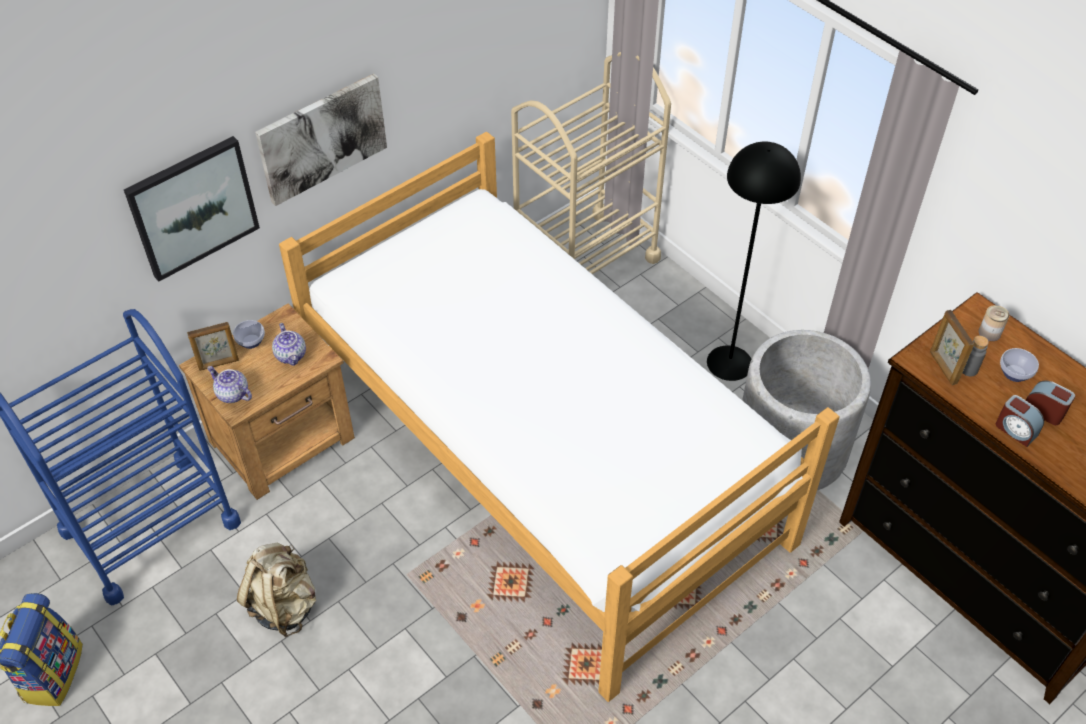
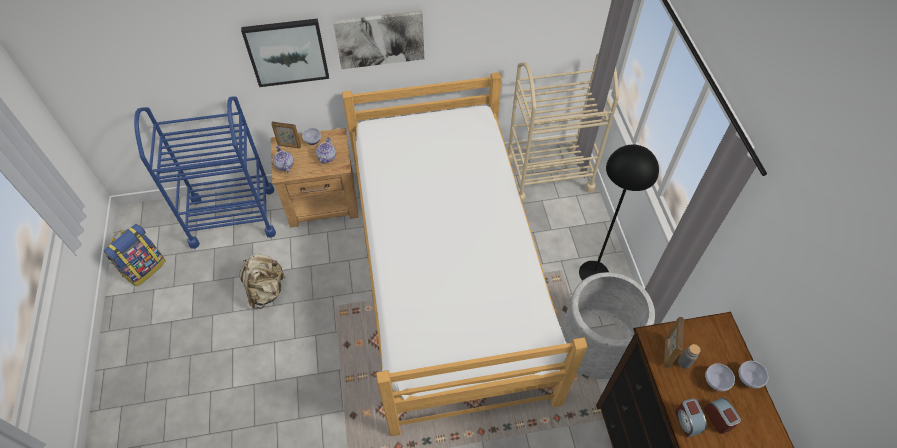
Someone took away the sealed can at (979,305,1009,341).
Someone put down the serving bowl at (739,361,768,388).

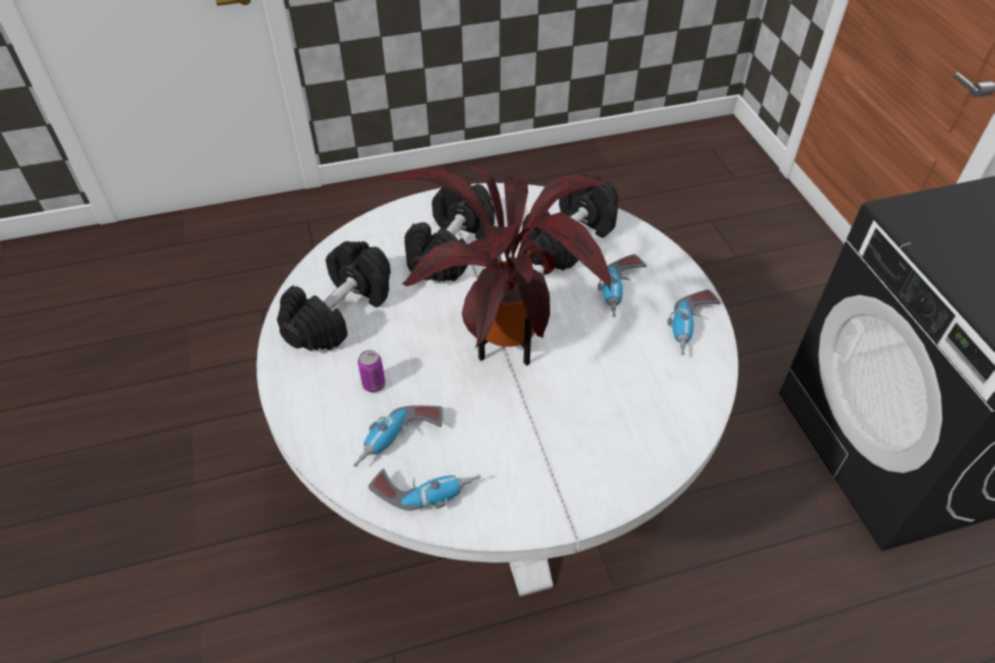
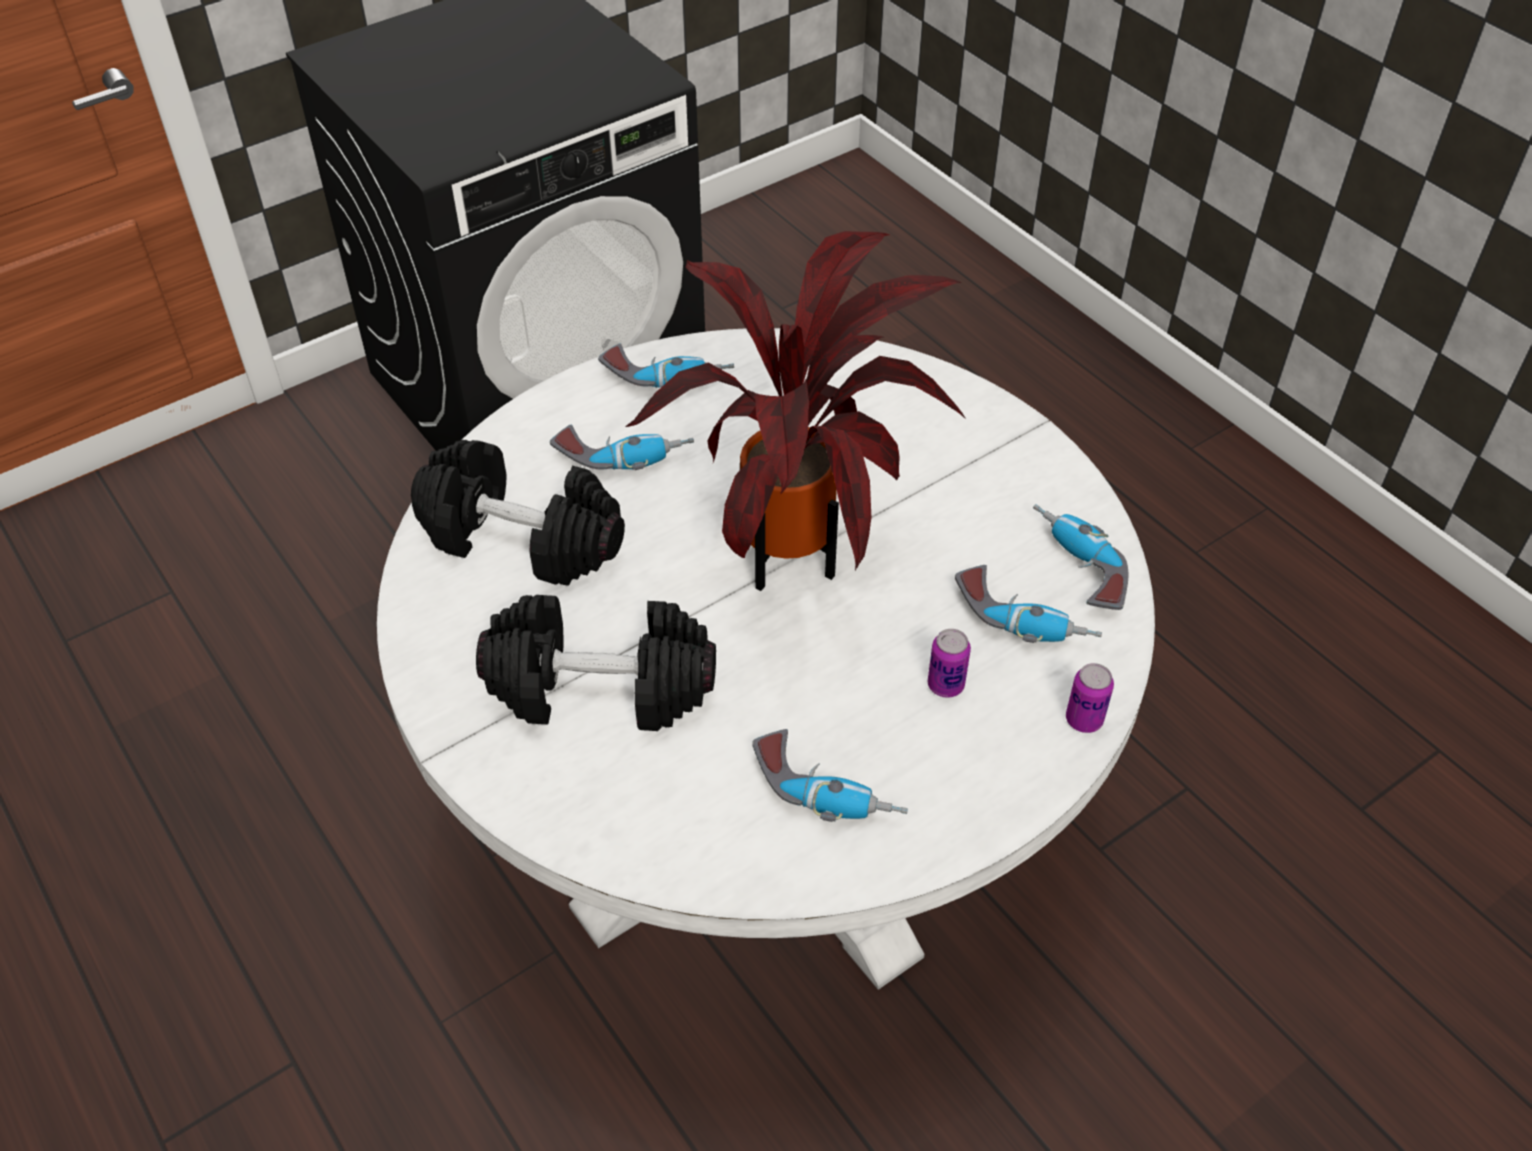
Someone put down the sealed can at (1066,663,1114,733).
Someone swapped the hand weight (black) at (277,241,391,351) for the drill at (752,729,908,822).

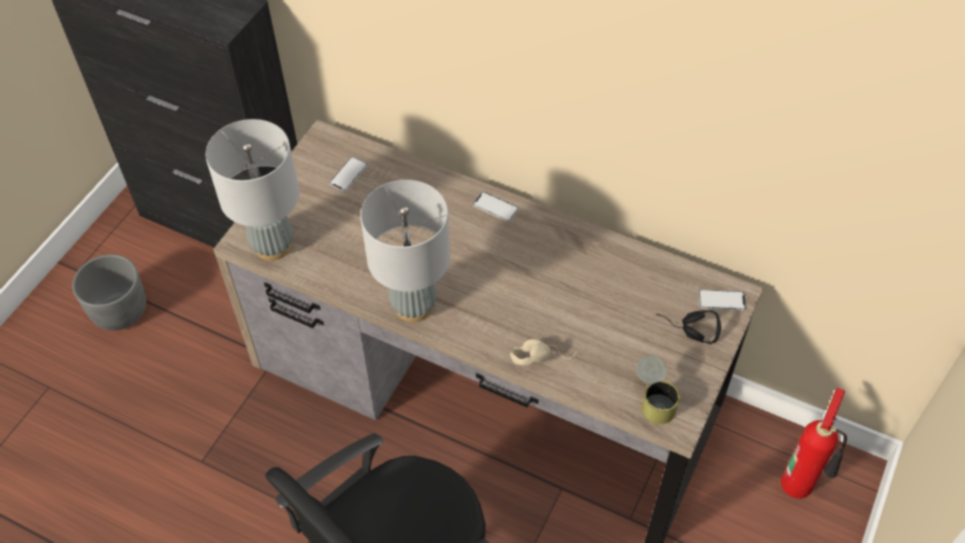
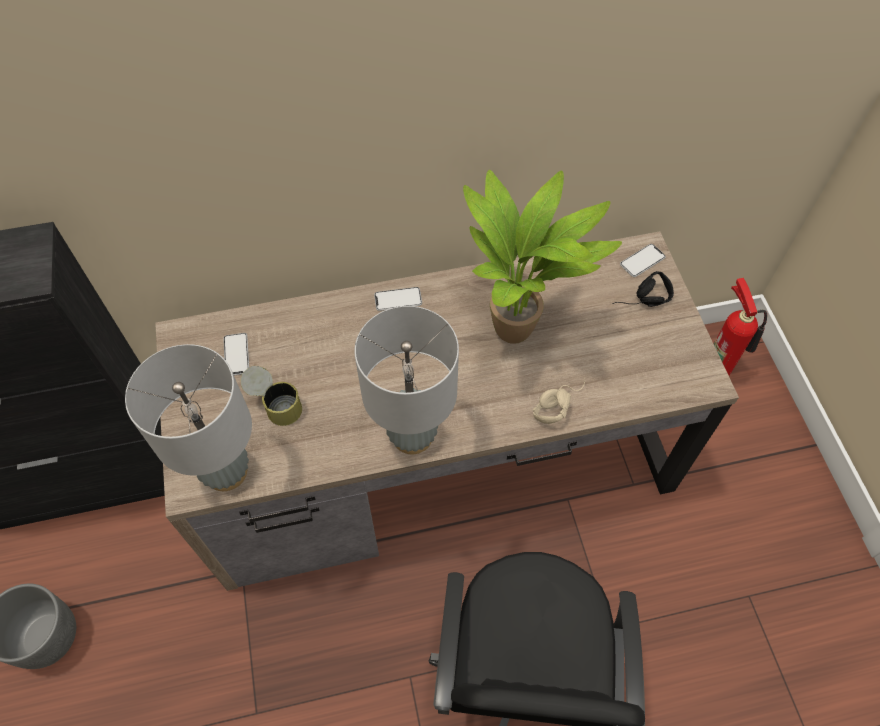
Someone put down the houseplant at (463,170,622,344).
Someone carried the sealed can from (636,355,680,424) to (240,366,302,426).

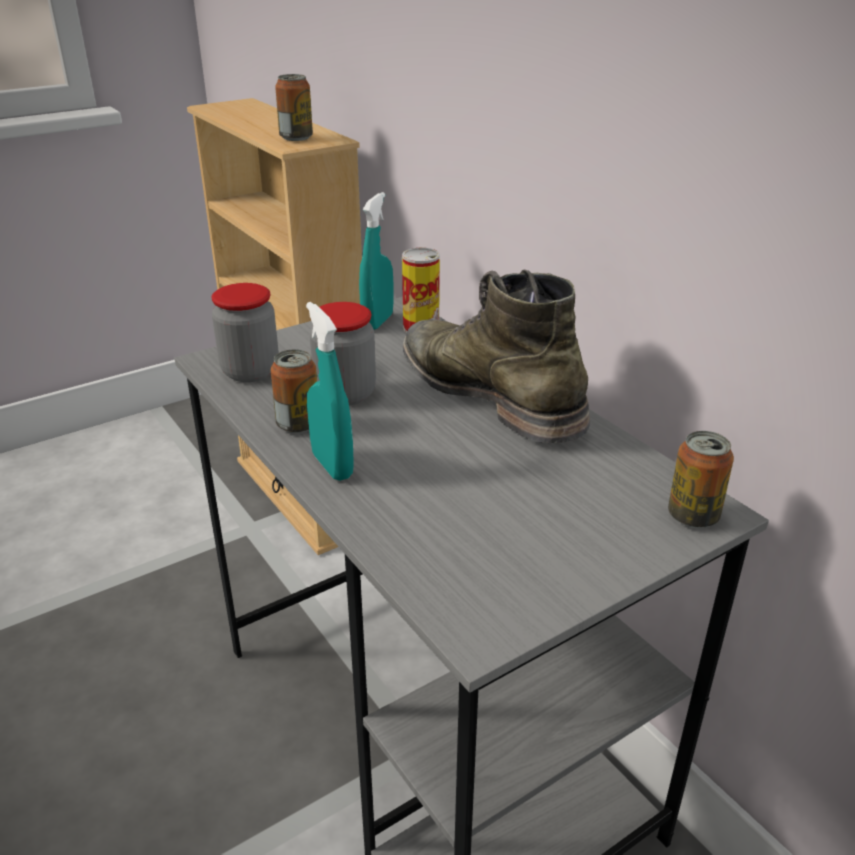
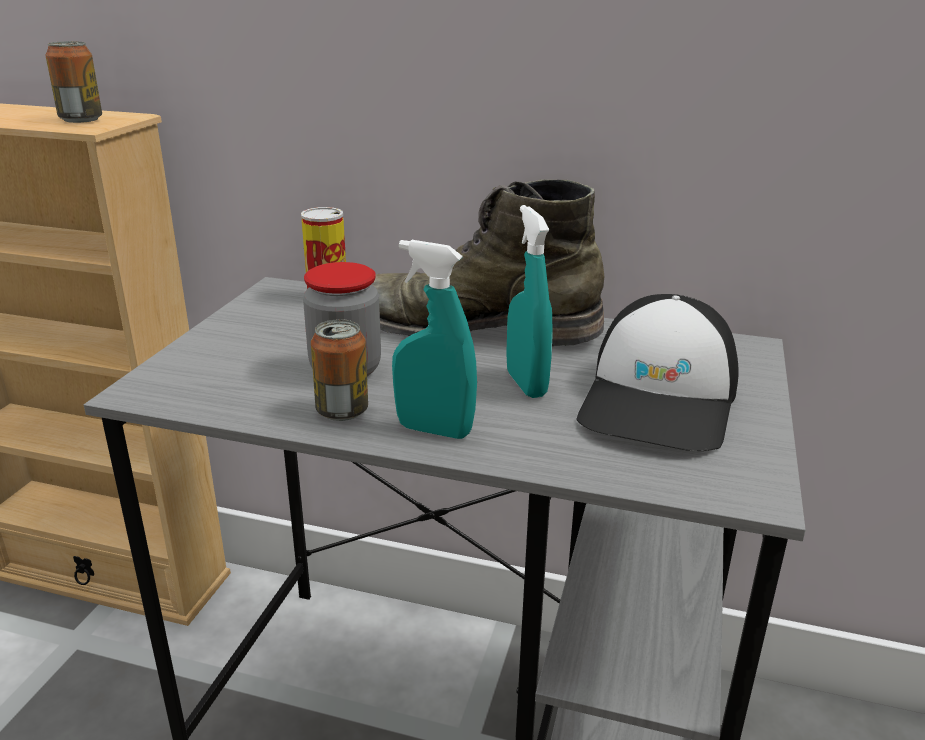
Someone took away the preserve jar at (211,283,279,382).
Someone took away the sealed can at (668,431,734,528).
Someone put down the cap at (576,294,739,451).
Someone carried the sprayer (turquoise) from (359,192,394,330) to (506,205,553,398).

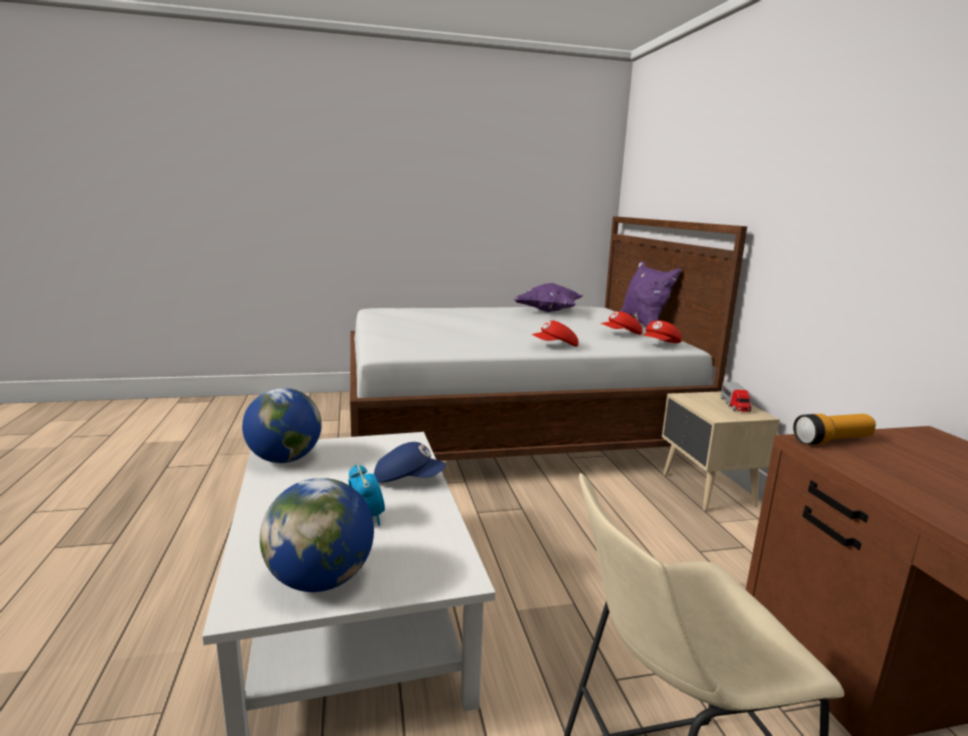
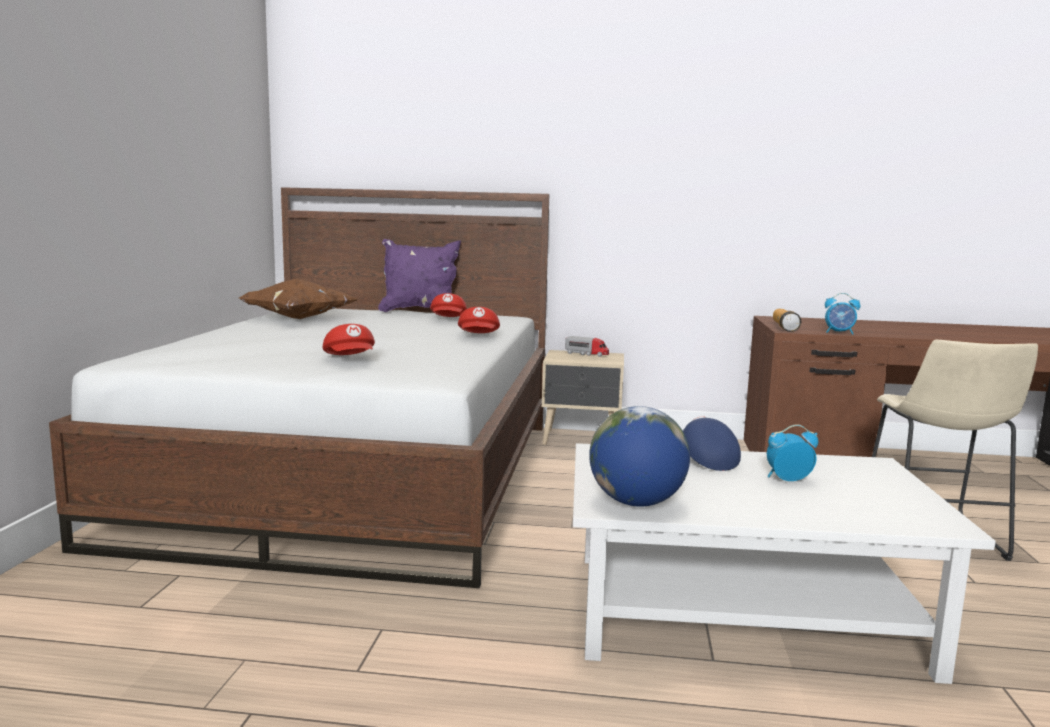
Someone took away the world globe at (260,478,374,592).
Someone put down the bedside clock at (825,293,860,335).
Someone carried the cap (red) from (642,320,682,343) to (322,324,375,355).
Someone repainted the pillow (purple) at (513,283,583,312), which became the pillow (brownish) at (239,278,358,319).
Someone rotated the cap (blue-coloured) at (374,442,446,483) by 45 degrees counterclockwise.

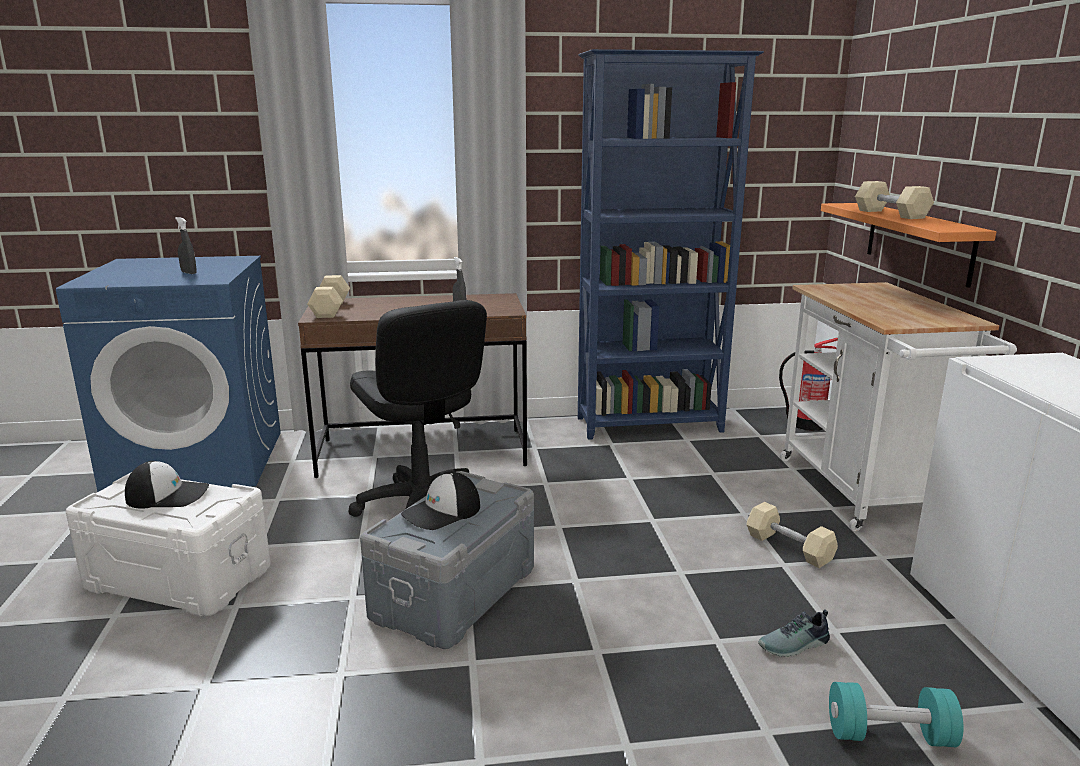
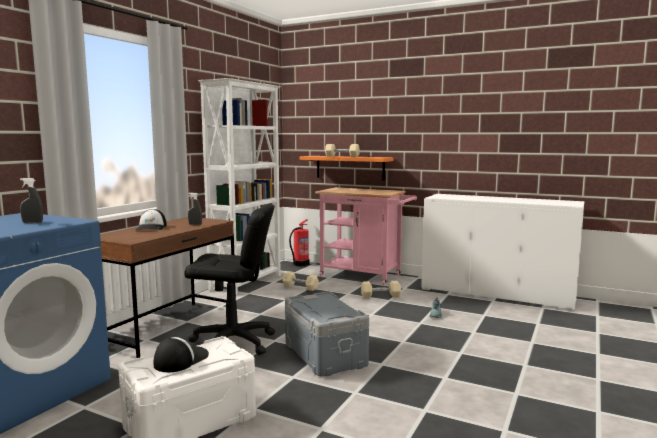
Someone took away the hand weight (turquoise) at (829,682,963,747).
Someone carried the hand weight (beige-coloured) from (307,275,350,318) to (282,271,319,291).
Someone carried the cap from (401,472,480,530) to (136,209,167,230).
Someone repainted the shelving unit (blue-coloured) at (578,49,764,440), which became the shelving unit (white) at (198,78,281,295).
Someone repainted the cart (white) at (780,282,1017,531), which became the cart (pink) at (315,187,417,286).

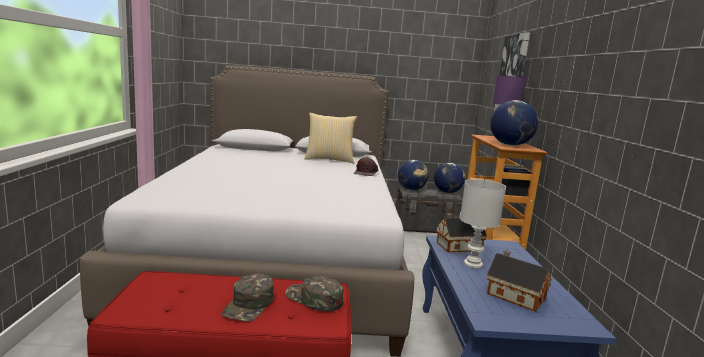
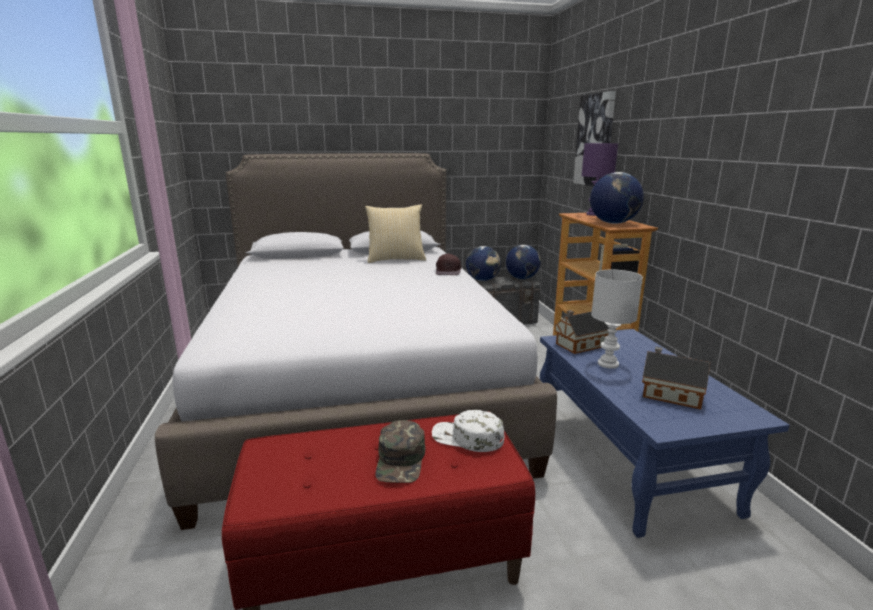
Someone repainted the cap (green) at (285,276,343,311), which became the cap (white) at (432,410,504,452).

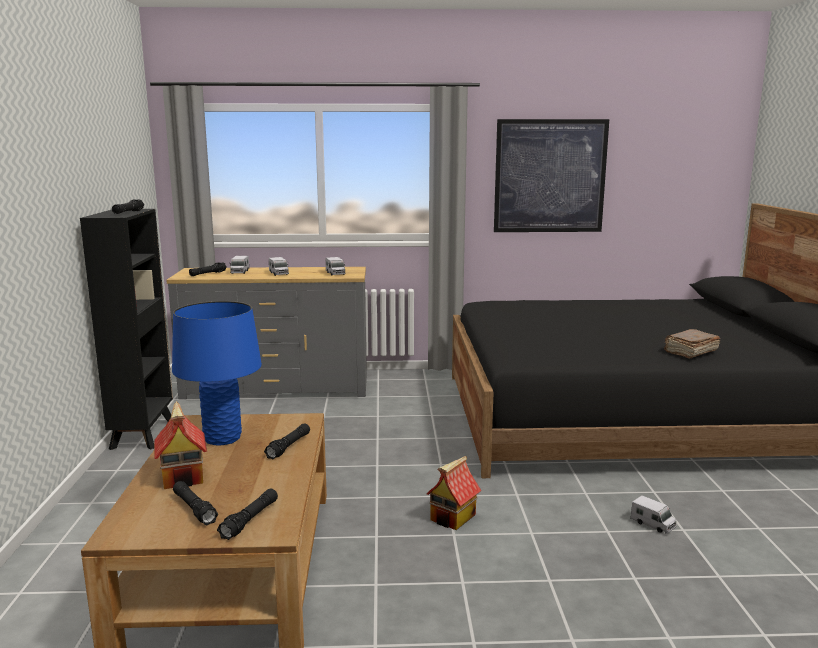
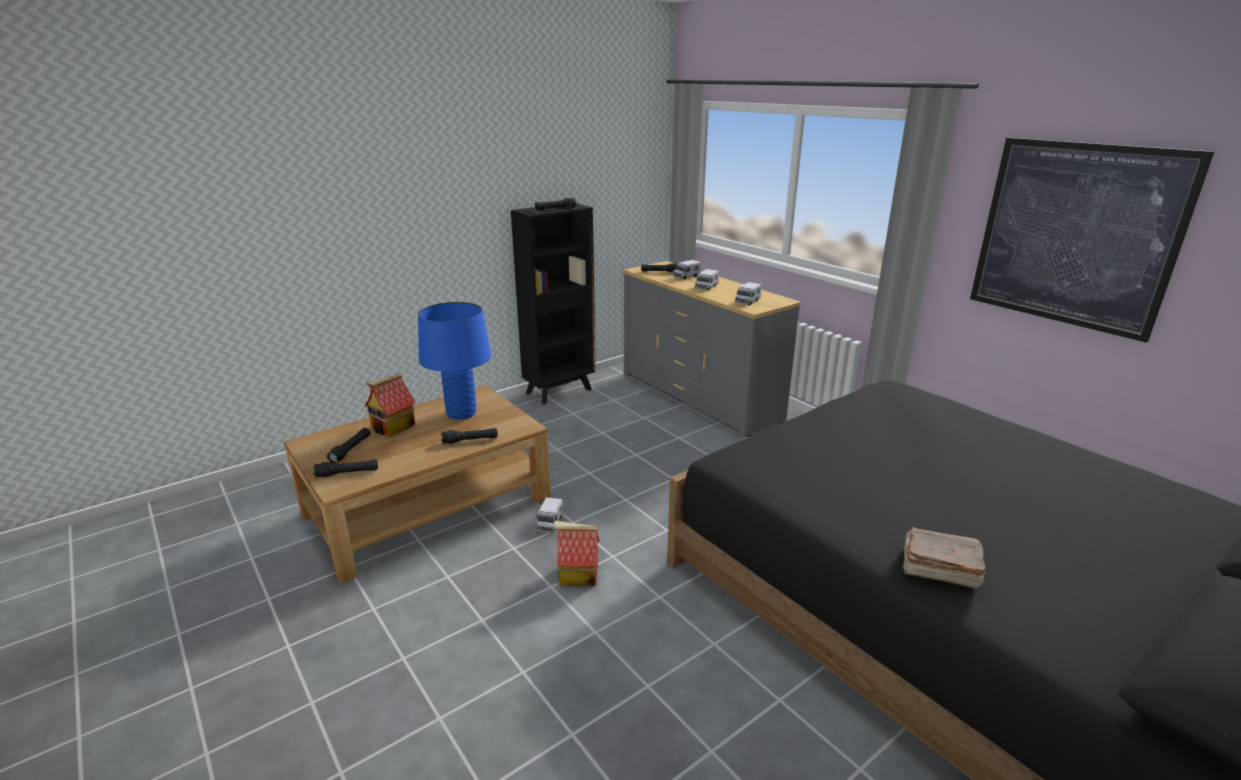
Someone carried the toy truck from (631,495,676,534) to (536,497,563,533).

